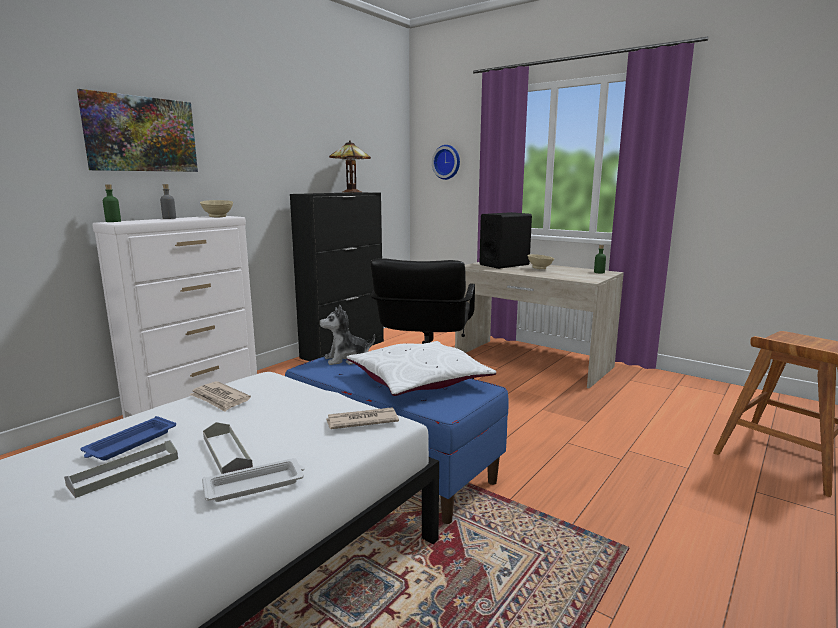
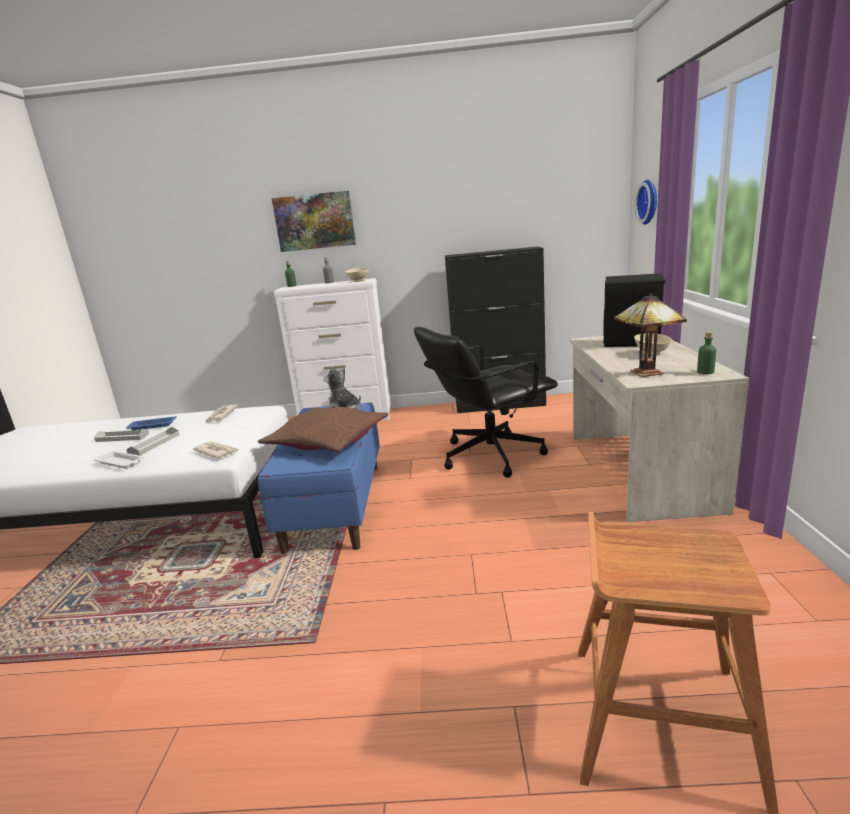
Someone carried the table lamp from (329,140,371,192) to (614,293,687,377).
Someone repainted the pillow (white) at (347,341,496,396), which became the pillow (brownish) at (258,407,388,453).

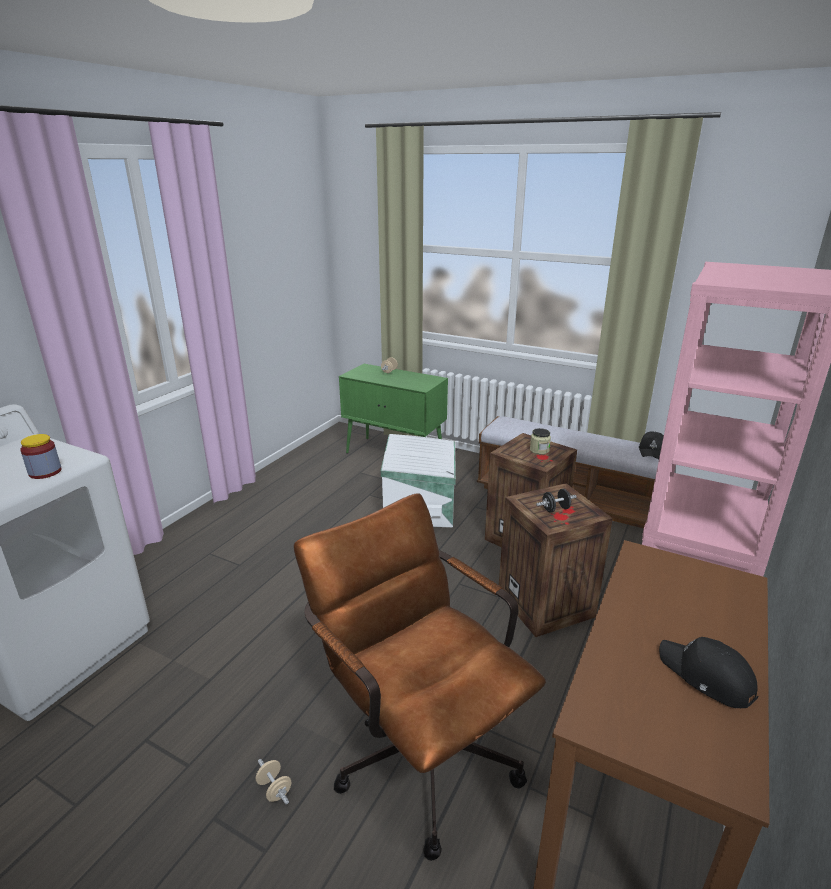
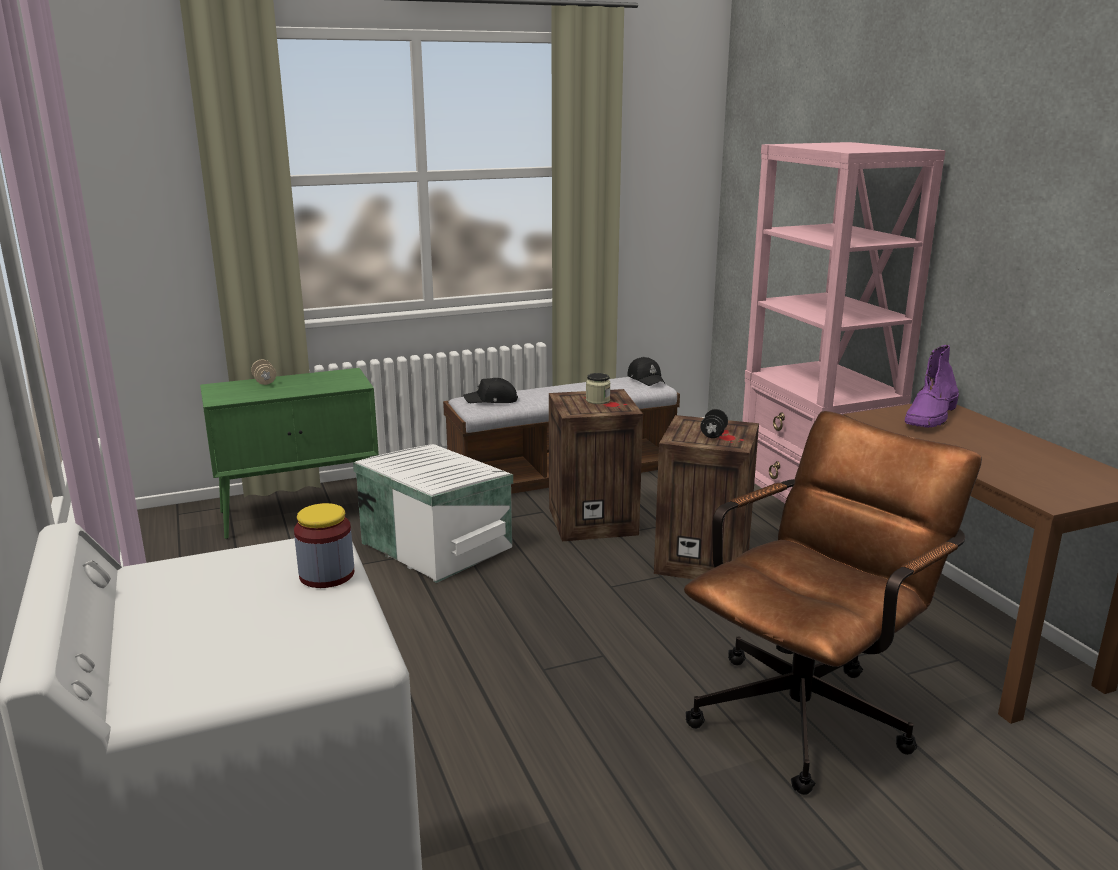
Someone took away the hand weight (beige-coloured) at (256,759,291,805).
Someone put down the tall boot (purple) at (905,345,959,428).
Someone carried the cap (black) from (659,637,758,708) to (463,378,518,403).
Someone rotated the office chair (brownish) at (294,493,546,861) by 135 degrees clockwise.

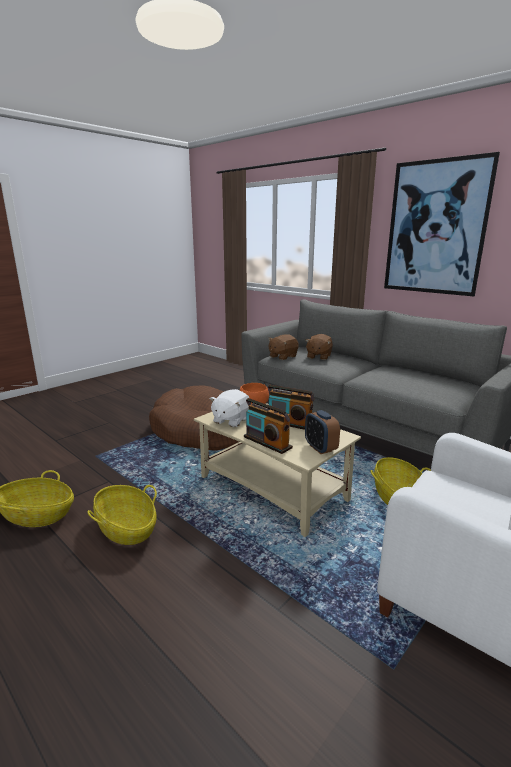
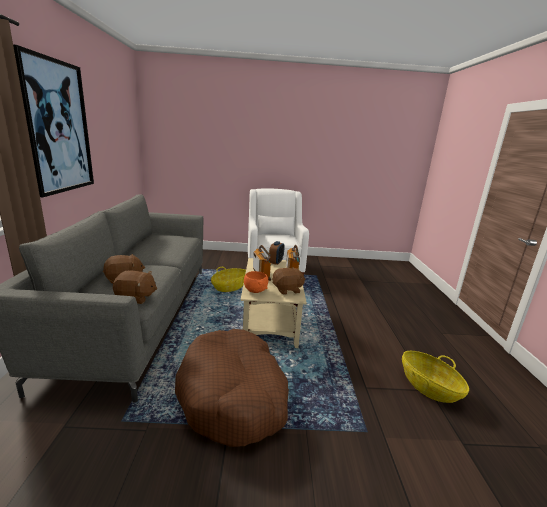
Someone took away the household basket at (87,485,157,545).
Someone repainted the soft toy (white) at (210,389,249,427), which became the soft toy (brownish) at (272,267,306,295).

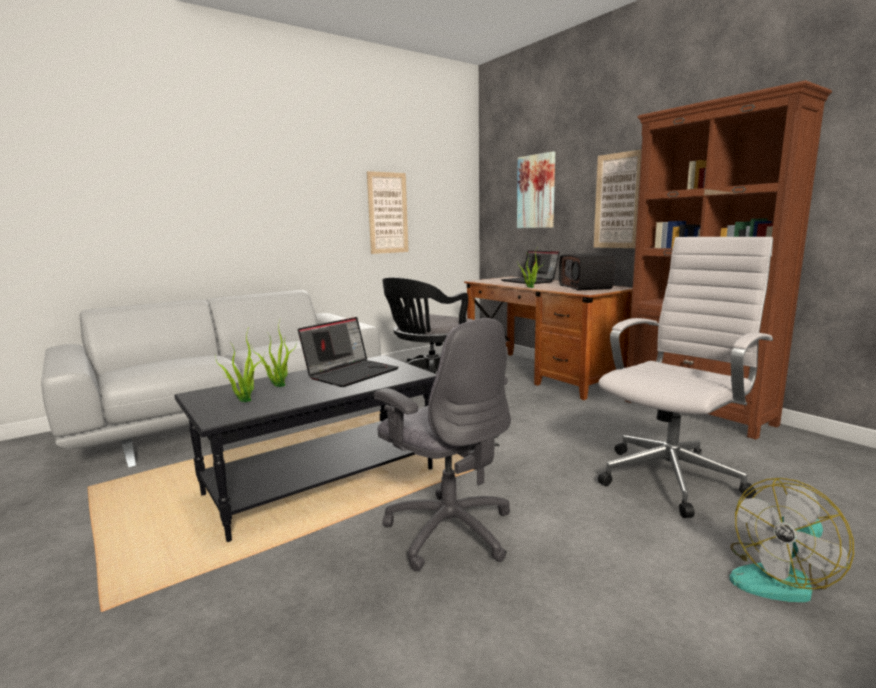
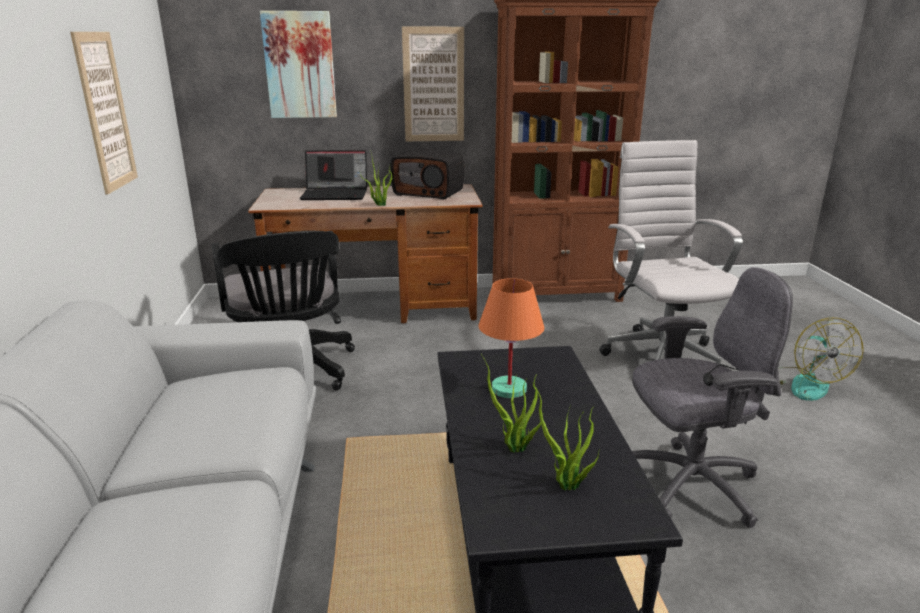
Someone swapped the portable computer at (298,317,399,387) for the table lamp (orangey) at (478,278,544,398).

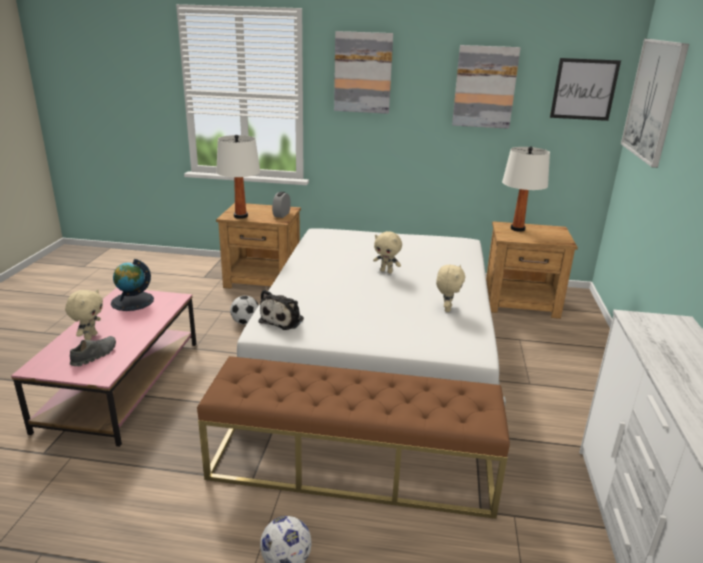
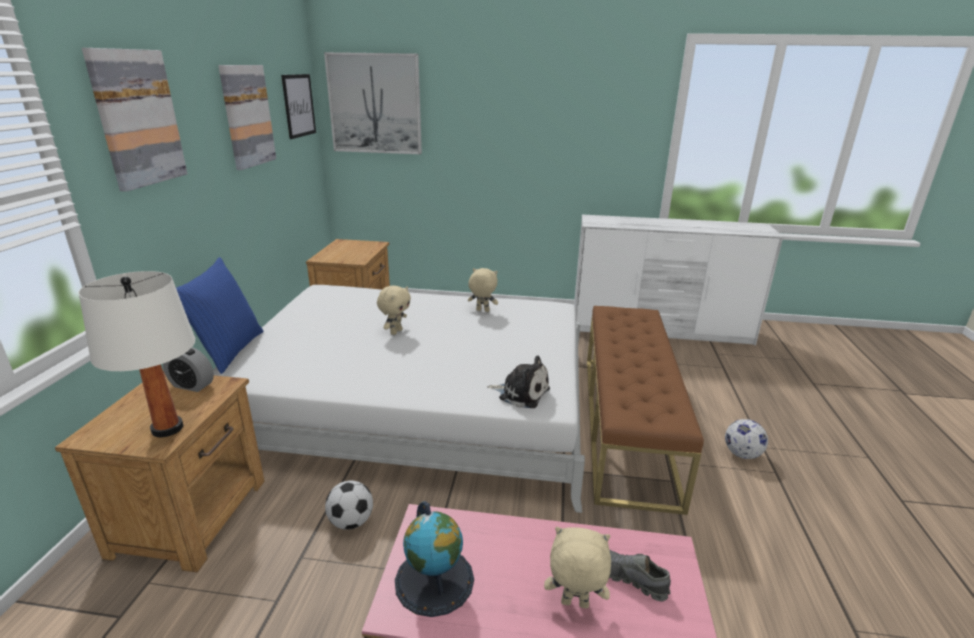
Someone took away the table lamp (white) at (502,147,550,232).
Someone put down the pillow (blue-coloured) at (176,257,264,374).

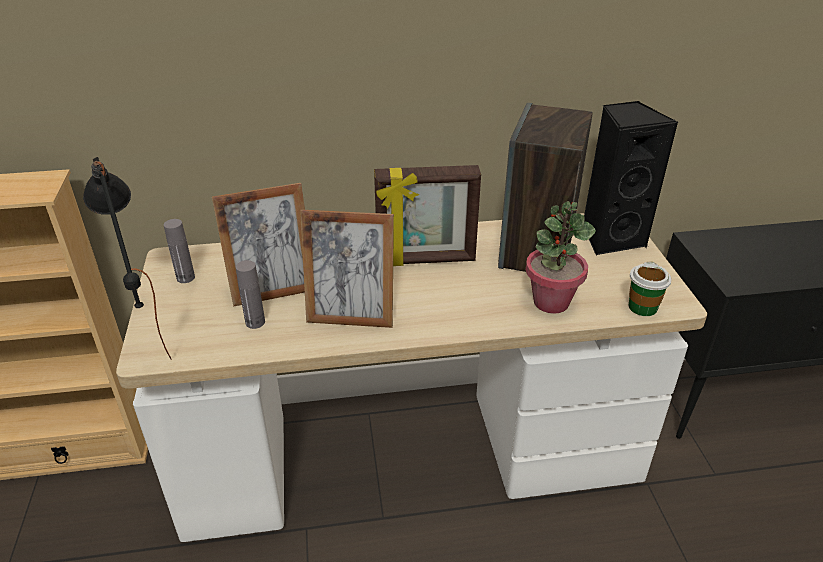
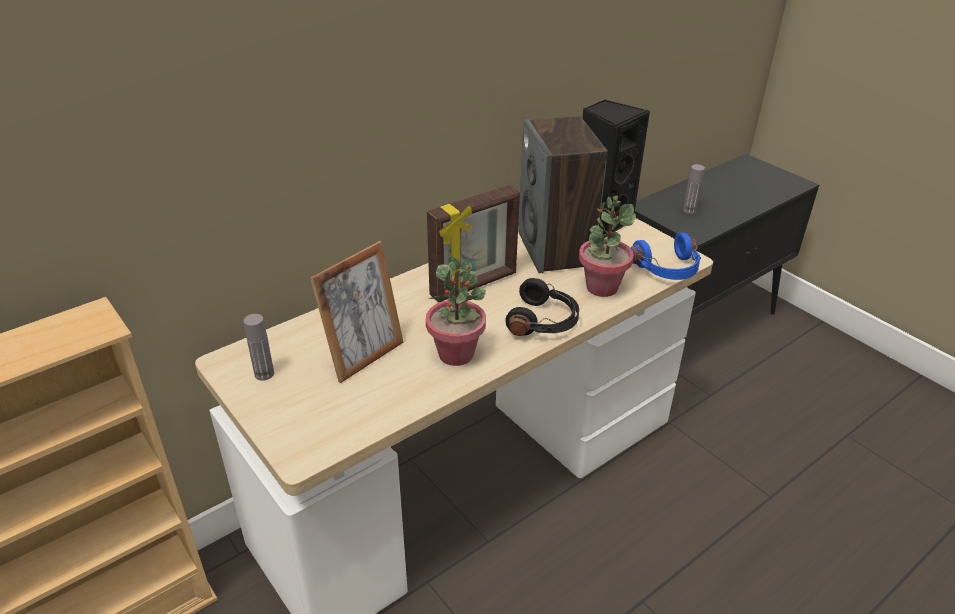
Someone took away the table lamp (black) at (83,157,172,360).
Someone put down the pair of headphones (black) at (505,278,579,336).
Someone carried the beverage bottle (greyish) from (236,260,265,329) to (683,164,705,214).
Someone swapped the standing frame at (300,209,394,328) for the houseplant at (426,257,486,366).
Someone swapped the small cup at (628,261,672,316) for the pair of headphones (blue-coloured) at (631,233,701,280).

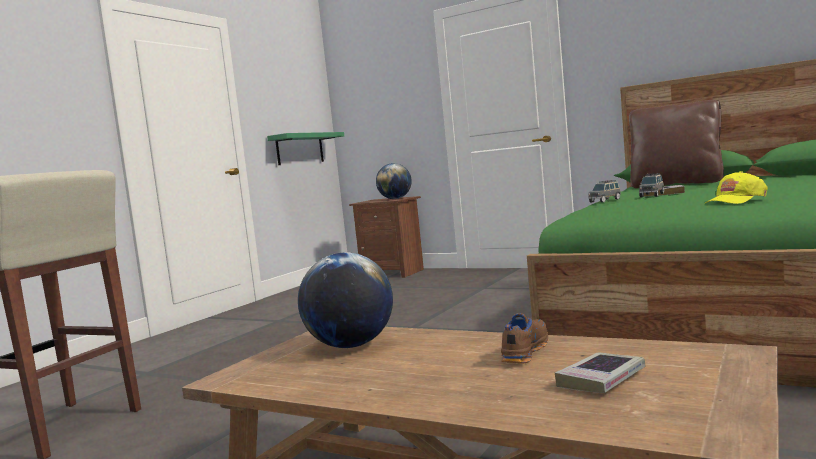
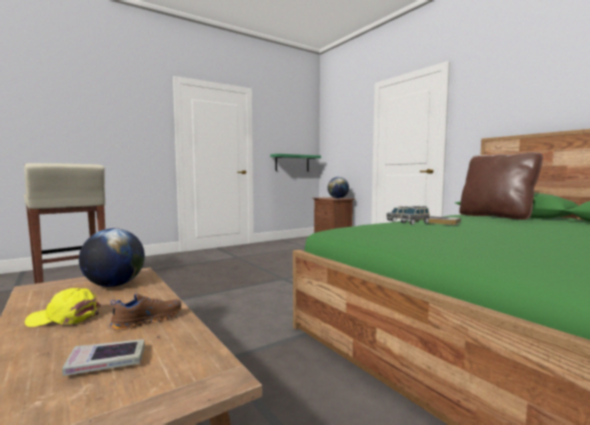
Someone carried the cap (yellow-coloured) from (705,171,768,204) to (25,288,101,327).

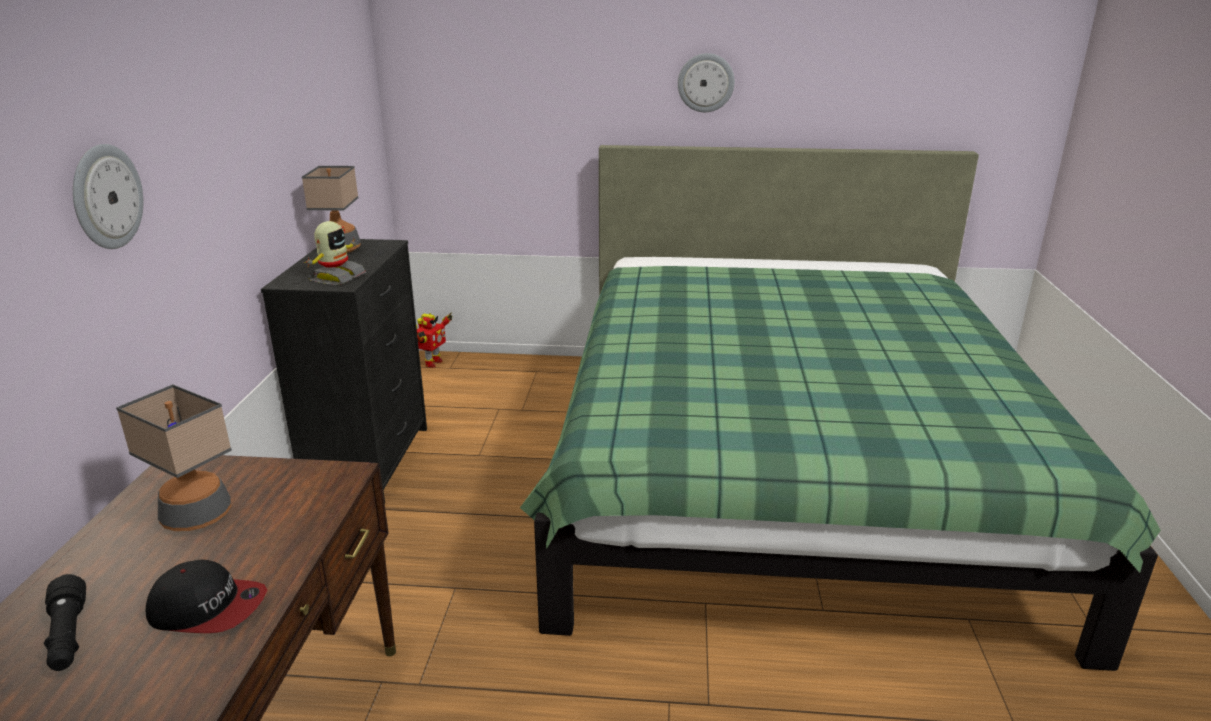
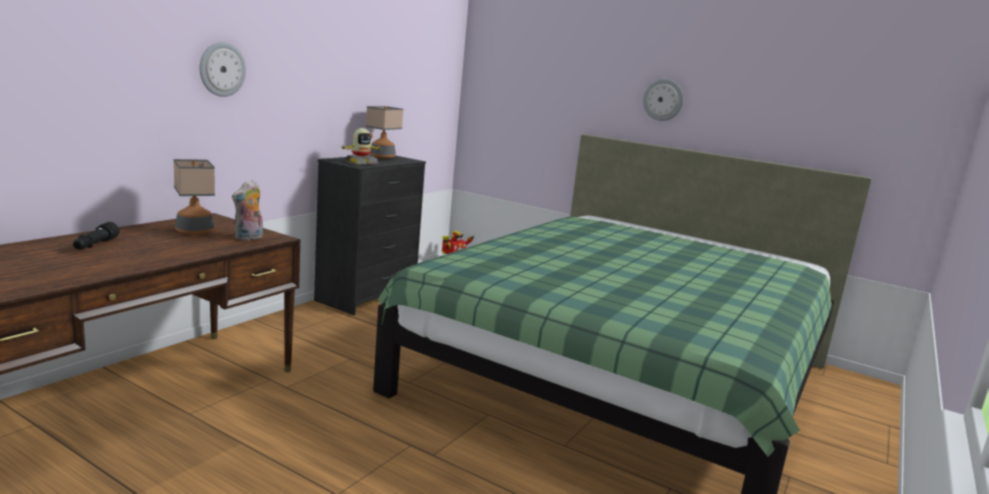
Someone took away the cap at (146,560,267,633).
Someone put down the soft toy at (232,180,263,241).

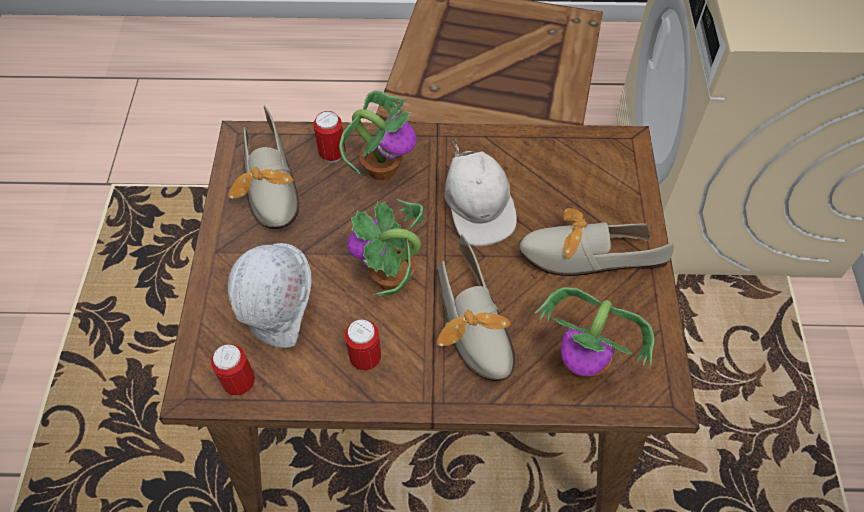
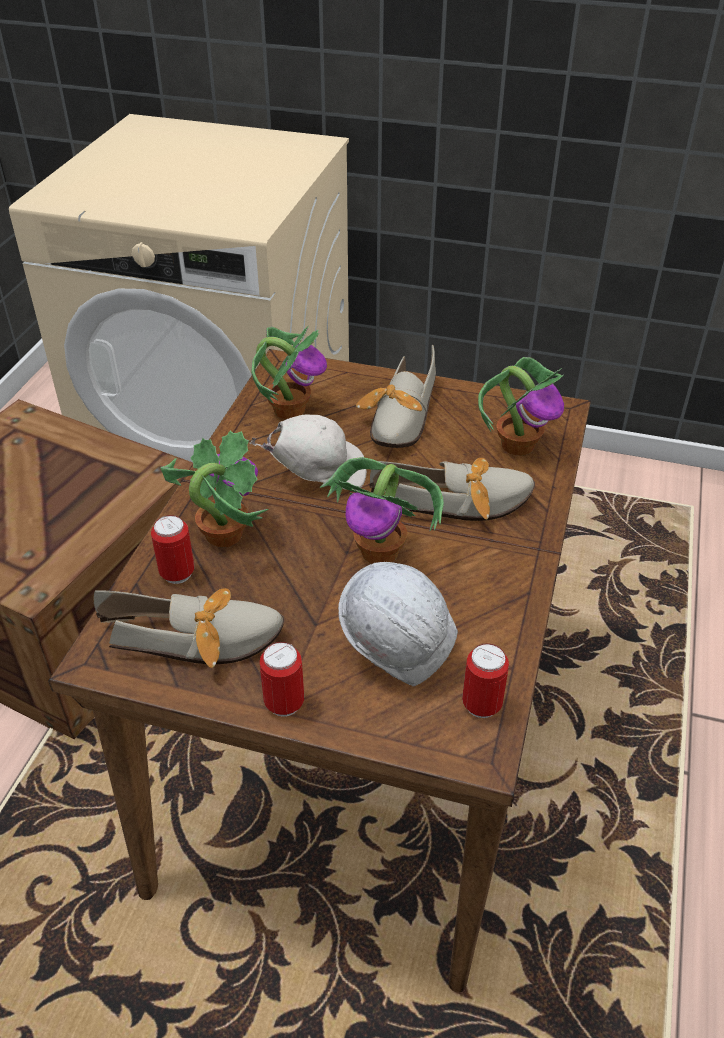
Someone put down the houseplant at (252,325,327,419).
Someone carried the sealed can from (345,319,381,370) to (260,642,304,717).

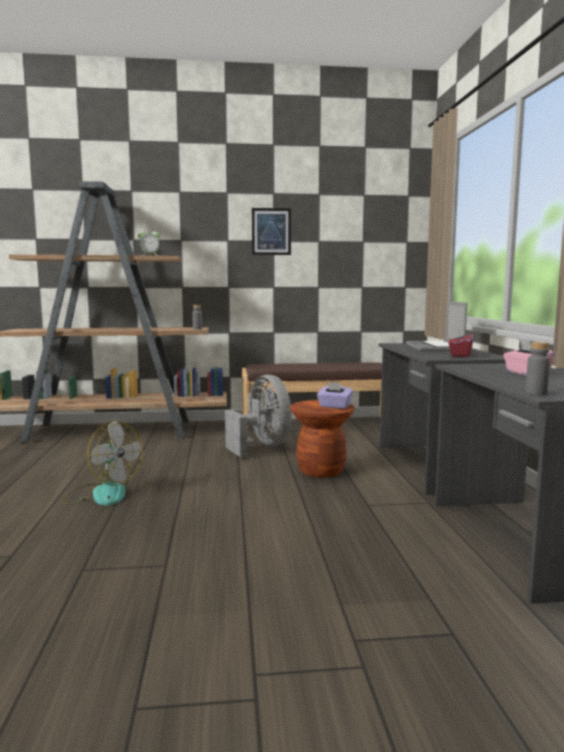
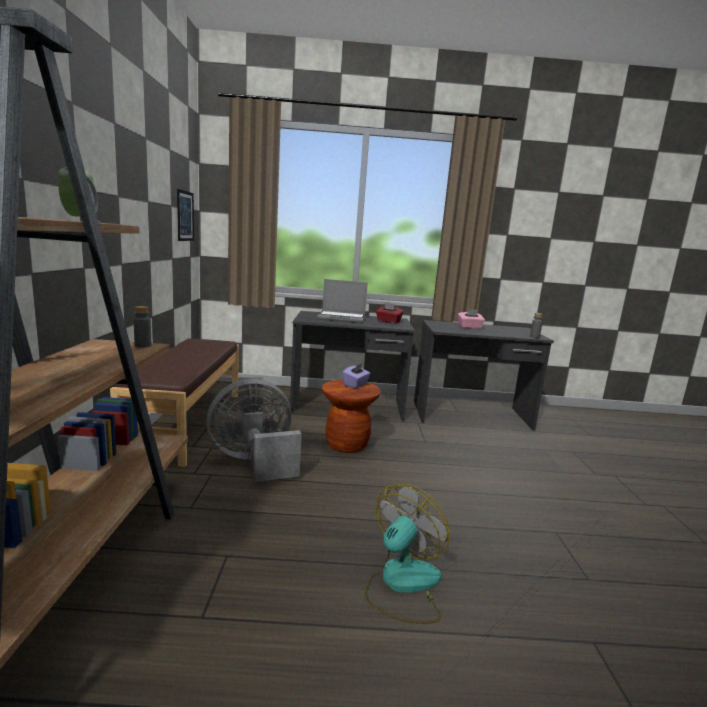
Someone carried the wall picture from (252,208,291,255) to (177,189,194,241).

